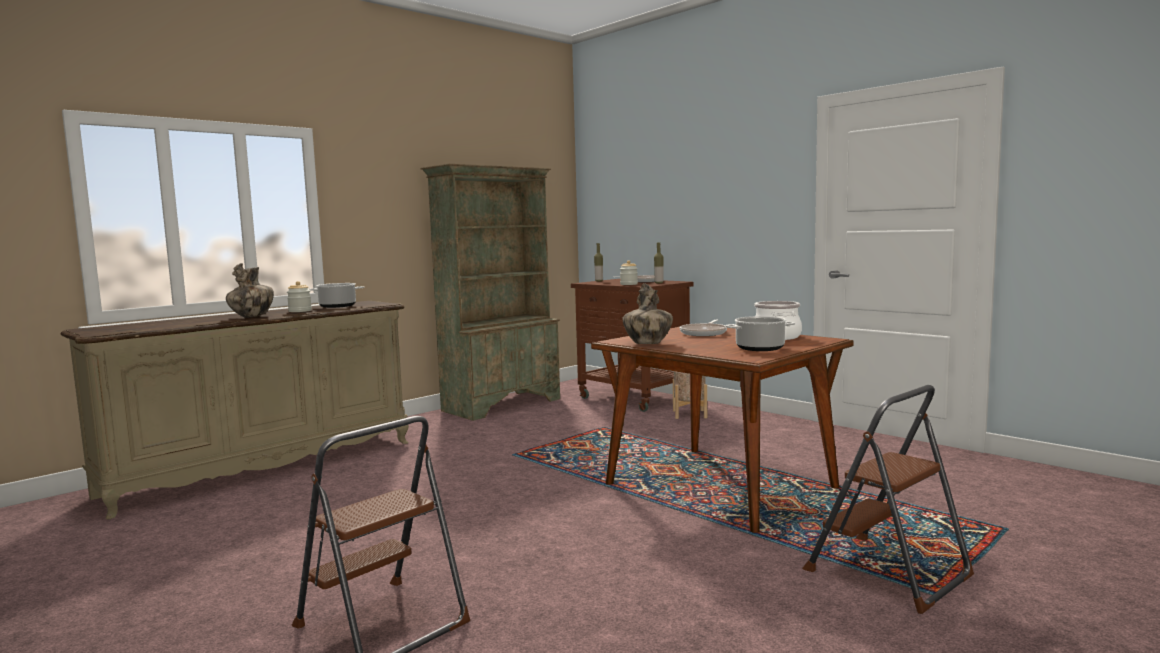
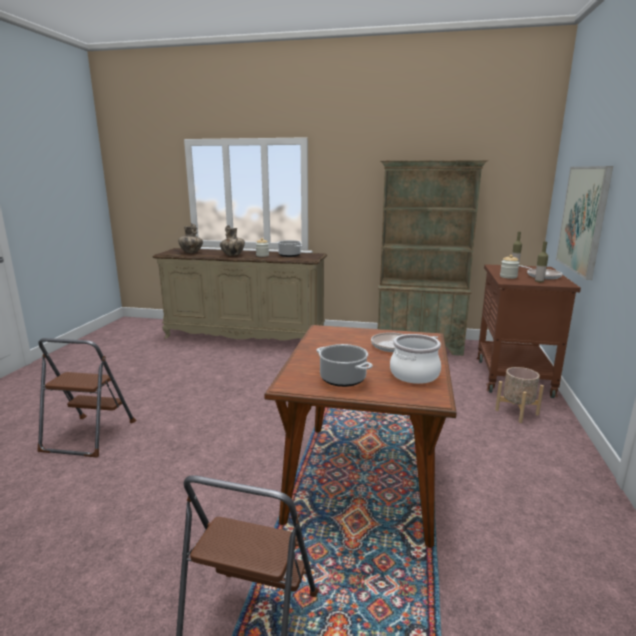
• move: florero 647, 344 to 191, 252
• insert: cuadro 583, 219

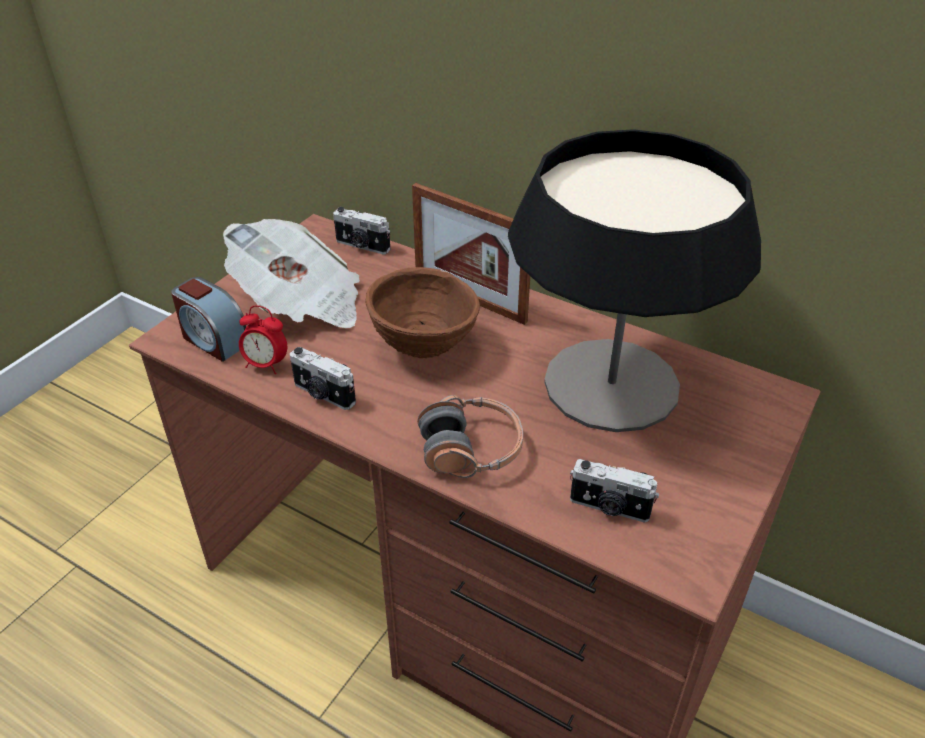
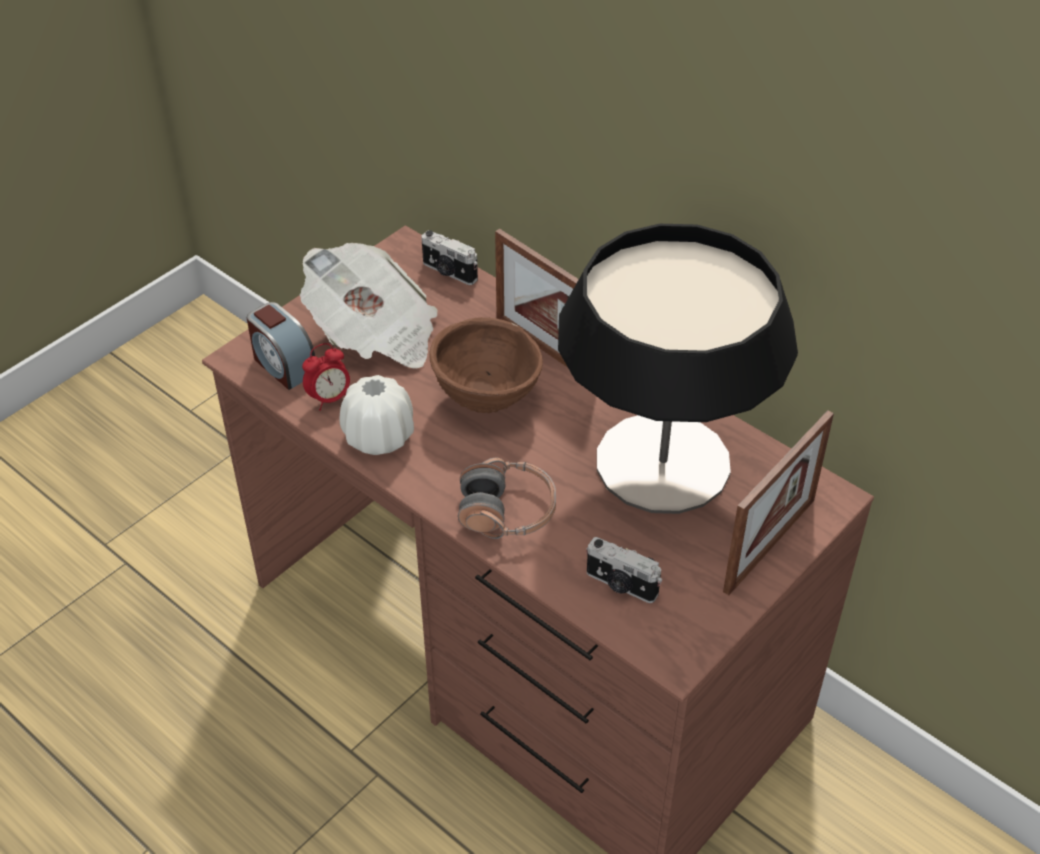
• rotate: despertador 266, 365 = 329, 398 60 degrees counterclockwise
• replace: cámara 323, 394 to florero [blanco] 379, 437
• insert: portarretratos 769, 545

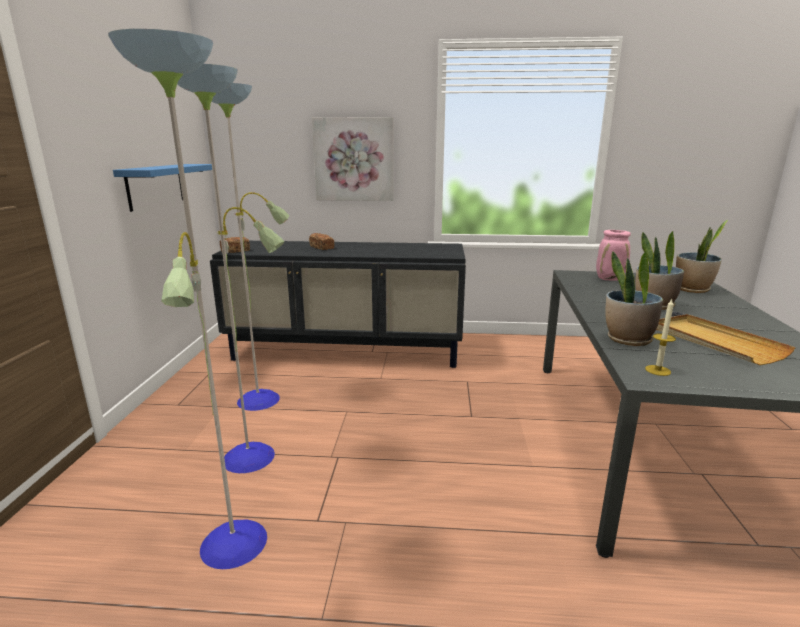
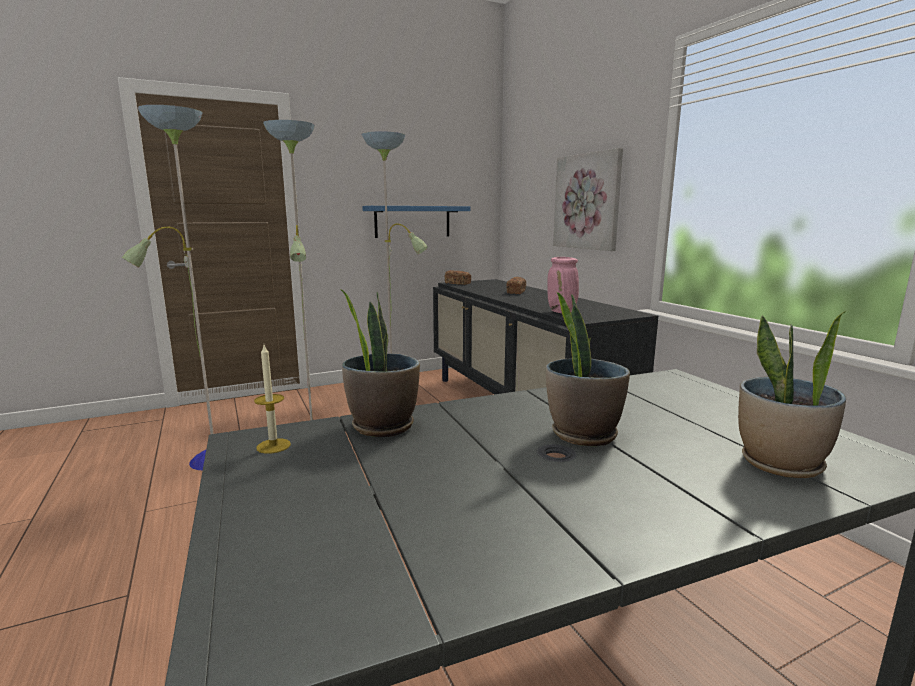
• move: florero [rosa] 610, 279 to 562, 312
• delete: bandeja [beis] 715, 342

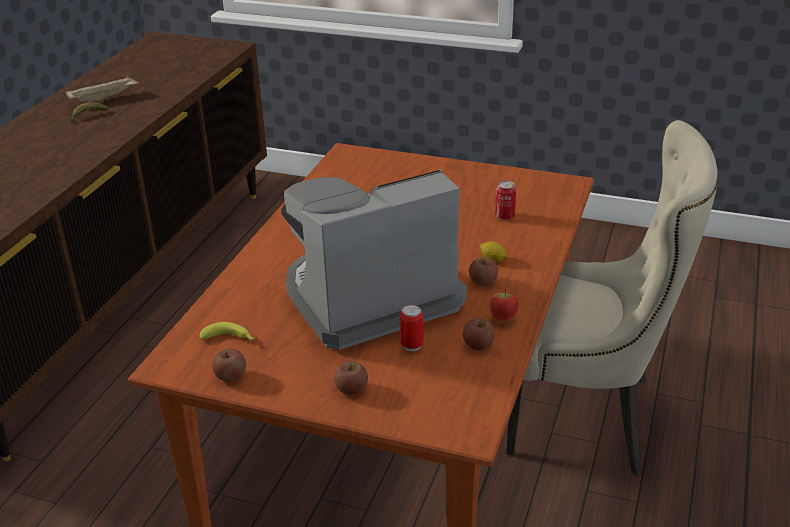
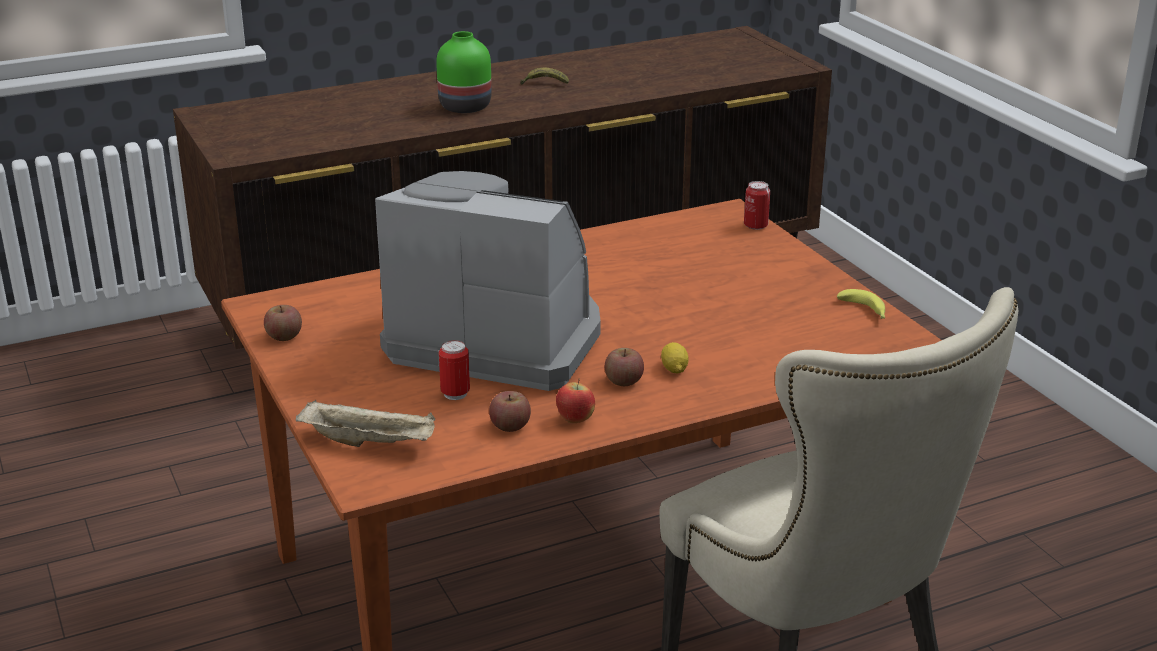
• move: bandeja [beis] 105, 99 to 370, 442
• move: plátano 230, 339 to 865, 311
• delete: manzana 351, 389
• move: lata 504, 216 to 755, 226
• insert: florero [verde] 463, 107

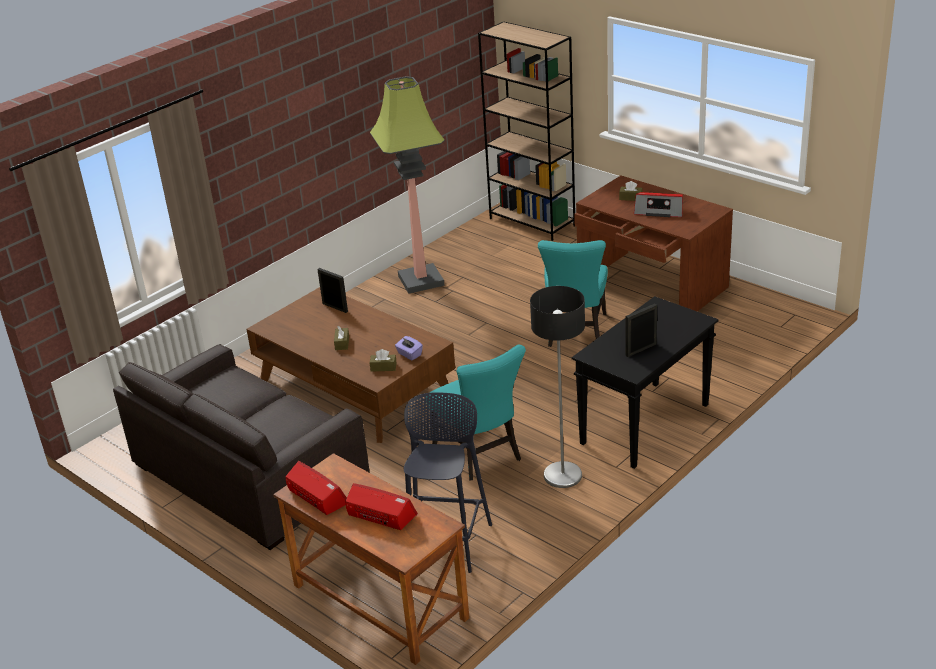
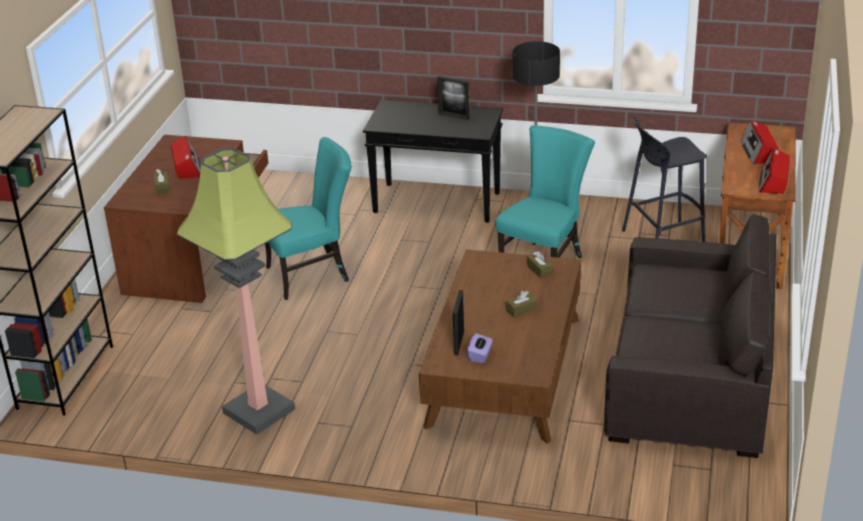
• move: caja de pañuelos [morado] 409, 354 to 480, 356

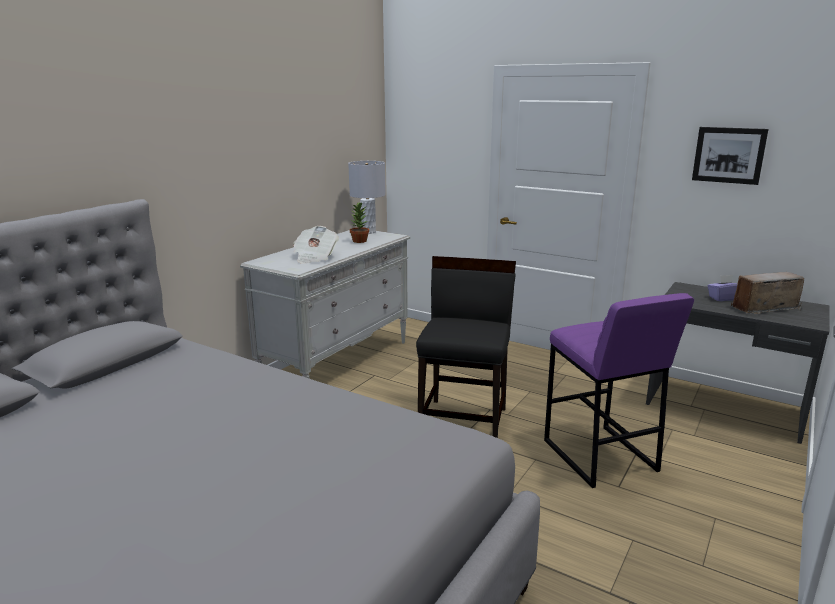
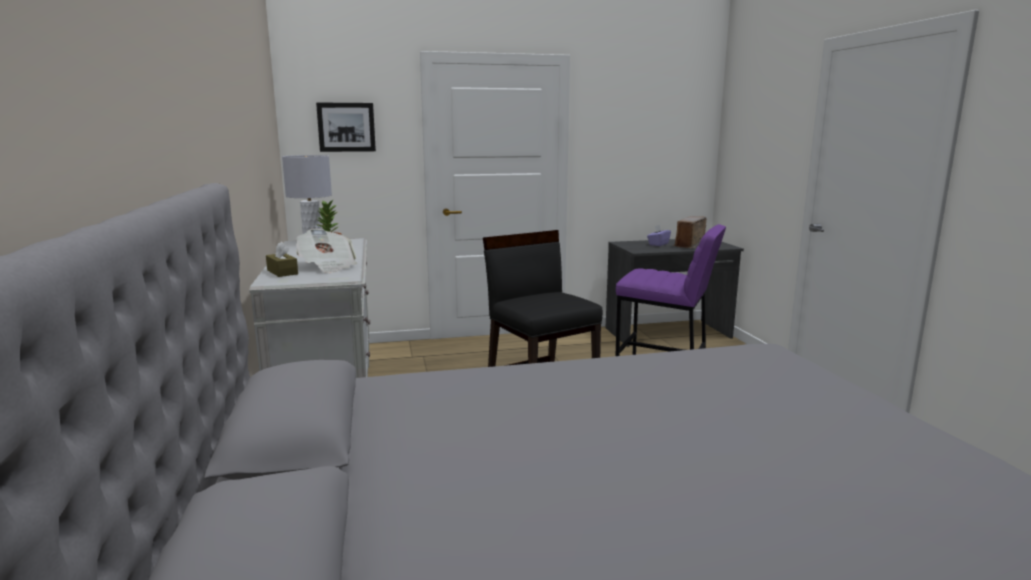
• move: cuadro 729, 155 to 346, 127
• insert: caja de pañuelos [marrón] 282, 272

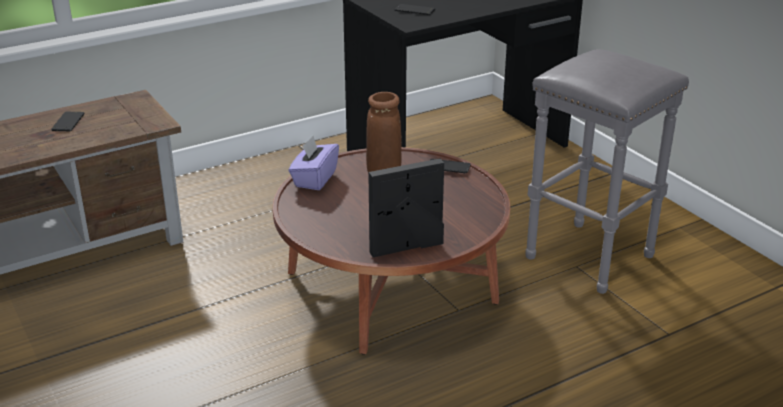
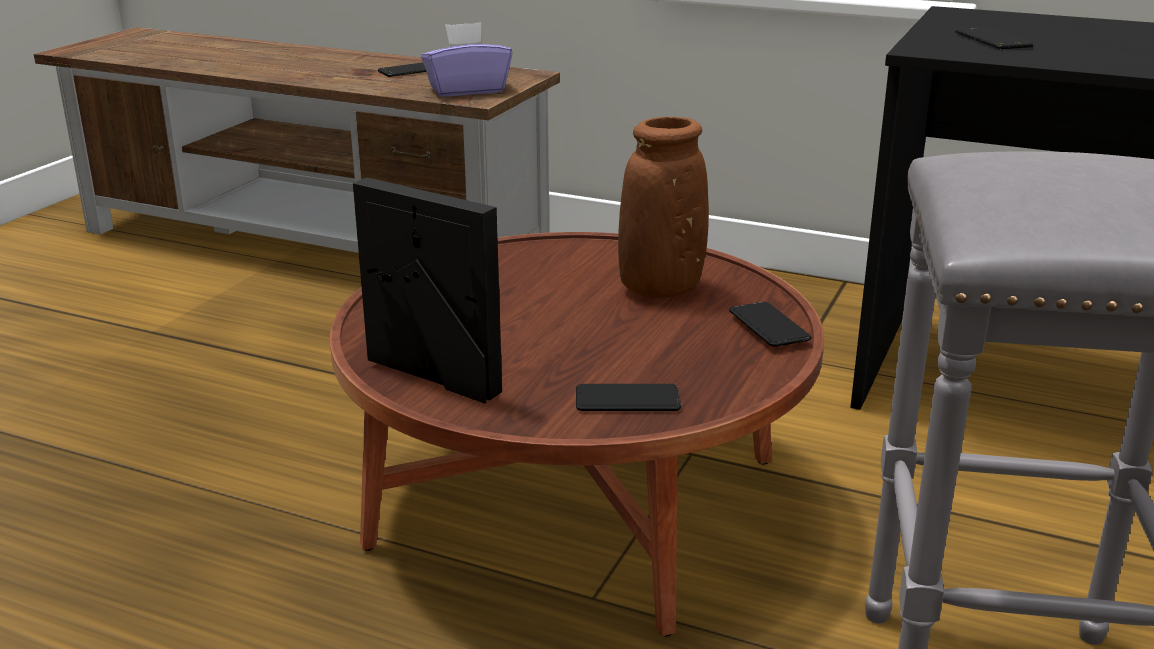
• move: caja de pañuelos [morado] 314, 179 to 467, 90
• insert: móvil 627, 400

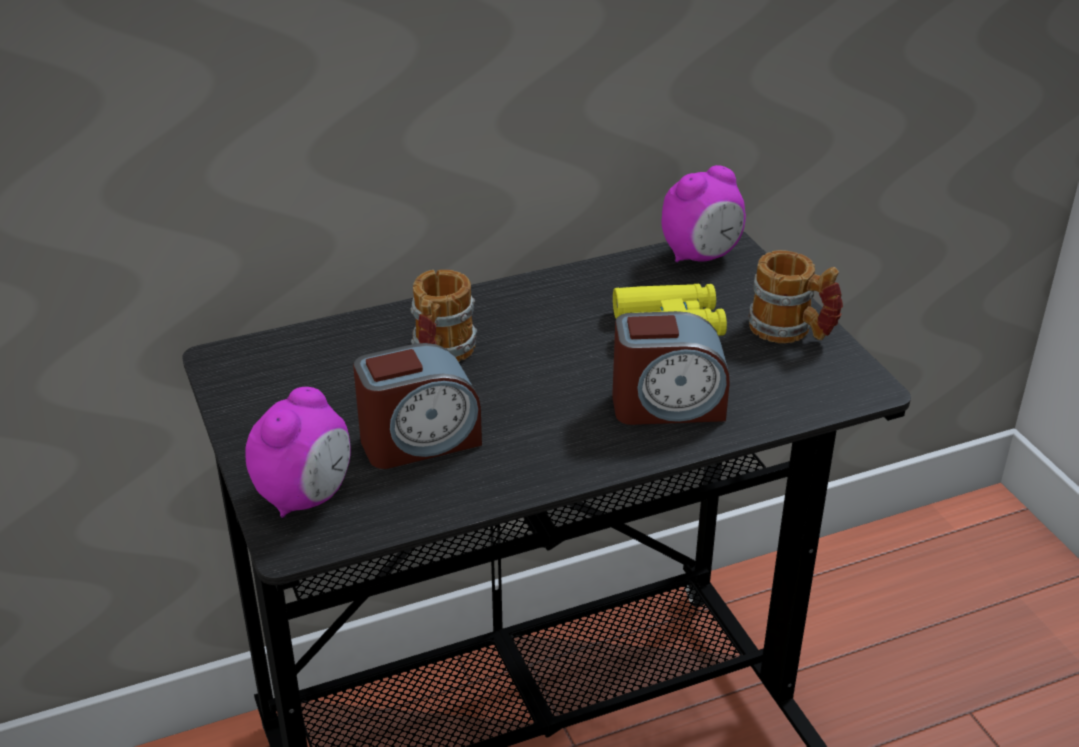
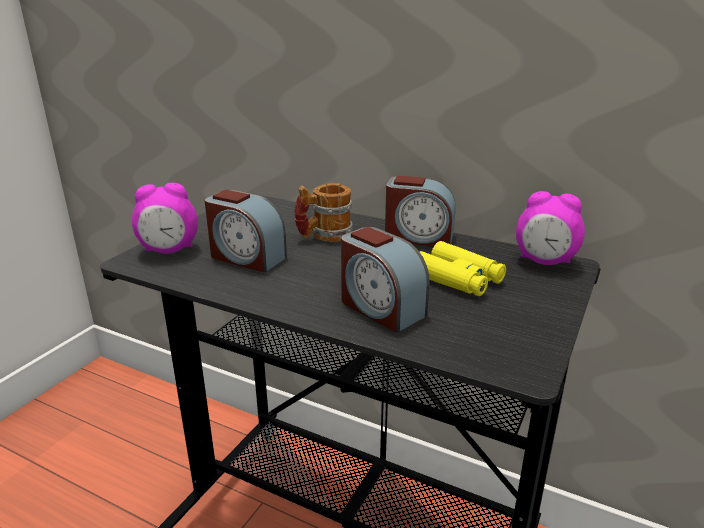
• delete: taza grande 791, 331
• insert: despertador 418, 237

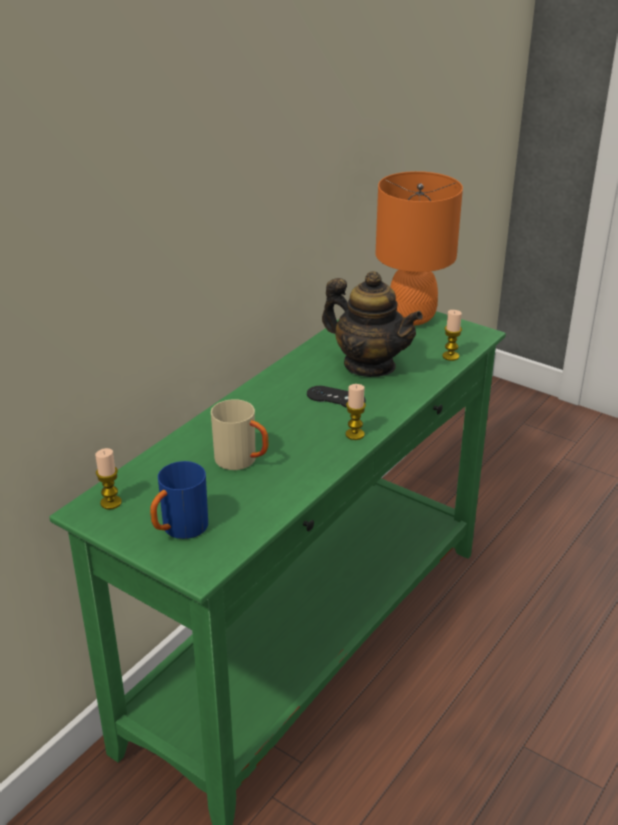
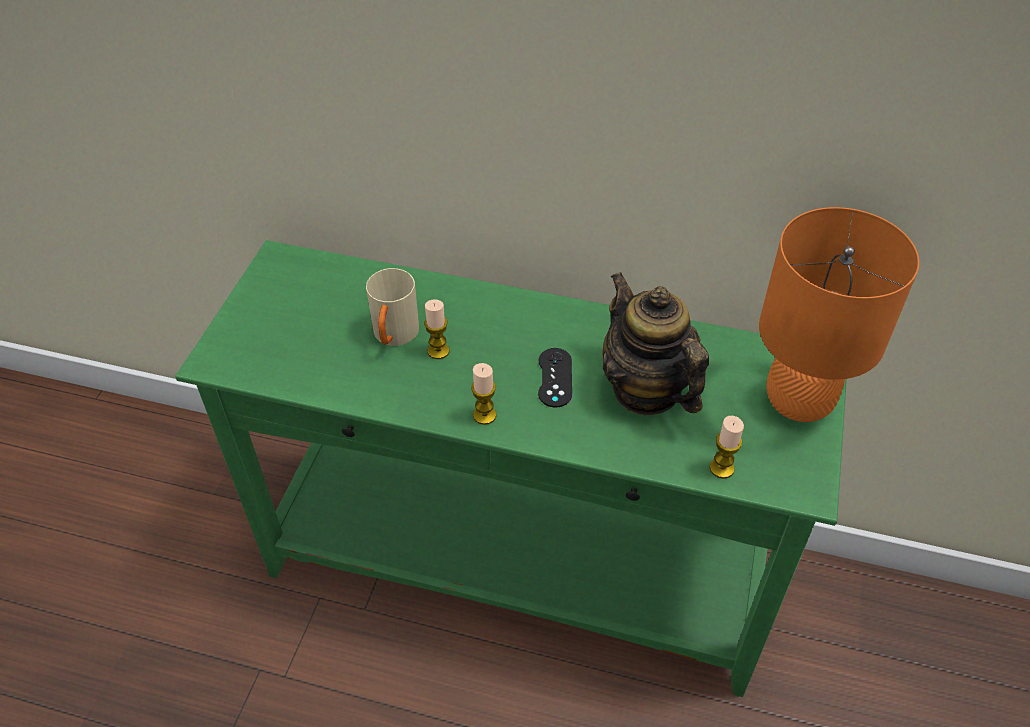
• move: vela 111, 503 to 438, 351
• delete: taza grande [azul] 179, 530
• rotate: tetera 369, 365 = 646, 389 135 degrees clockwise

